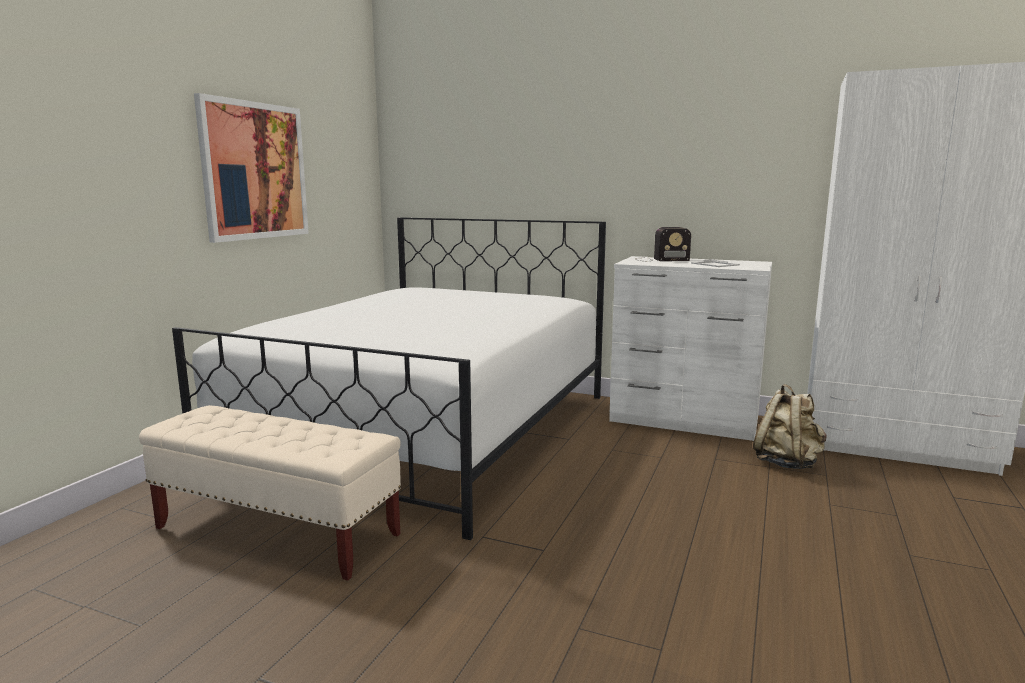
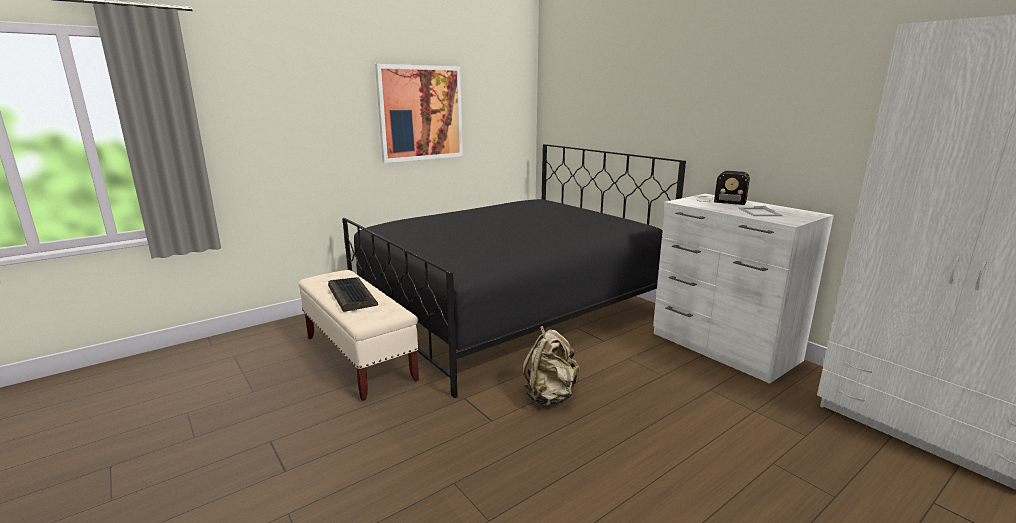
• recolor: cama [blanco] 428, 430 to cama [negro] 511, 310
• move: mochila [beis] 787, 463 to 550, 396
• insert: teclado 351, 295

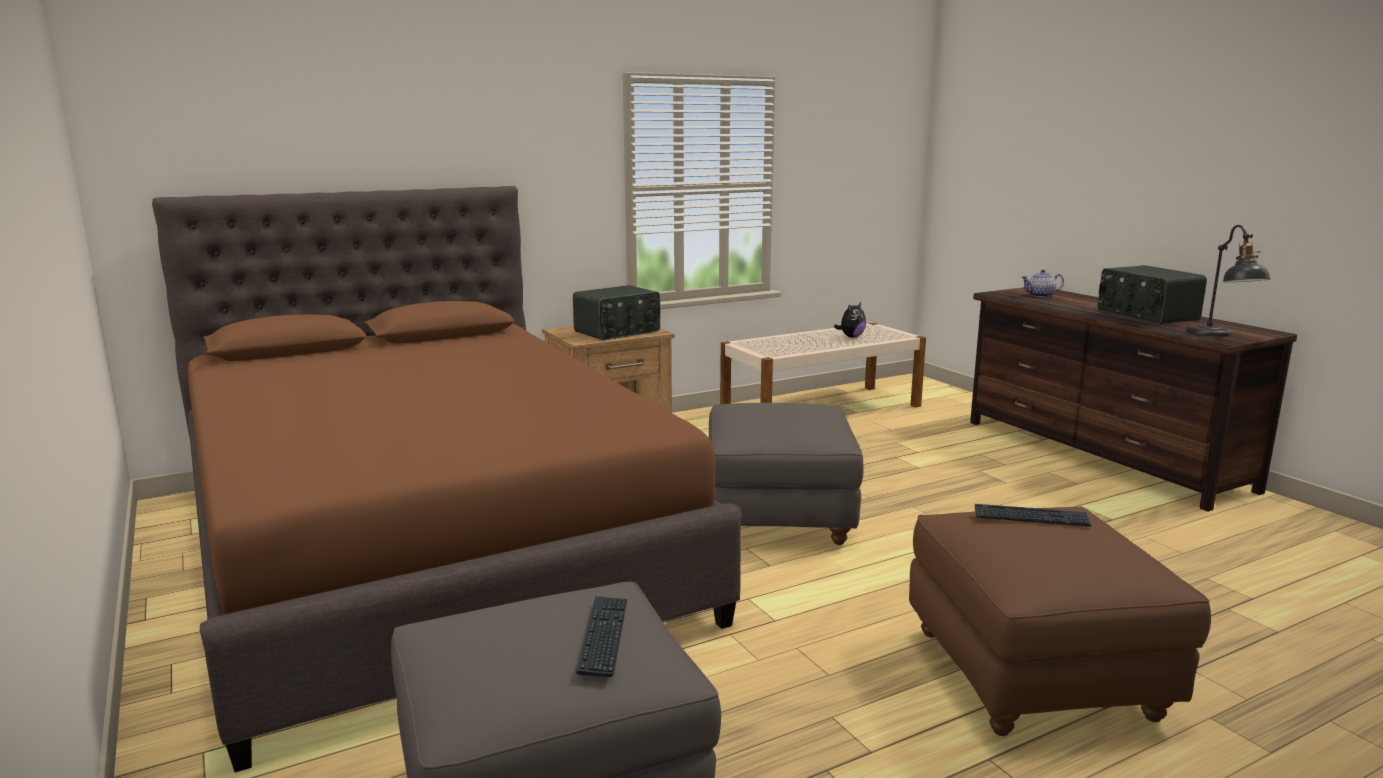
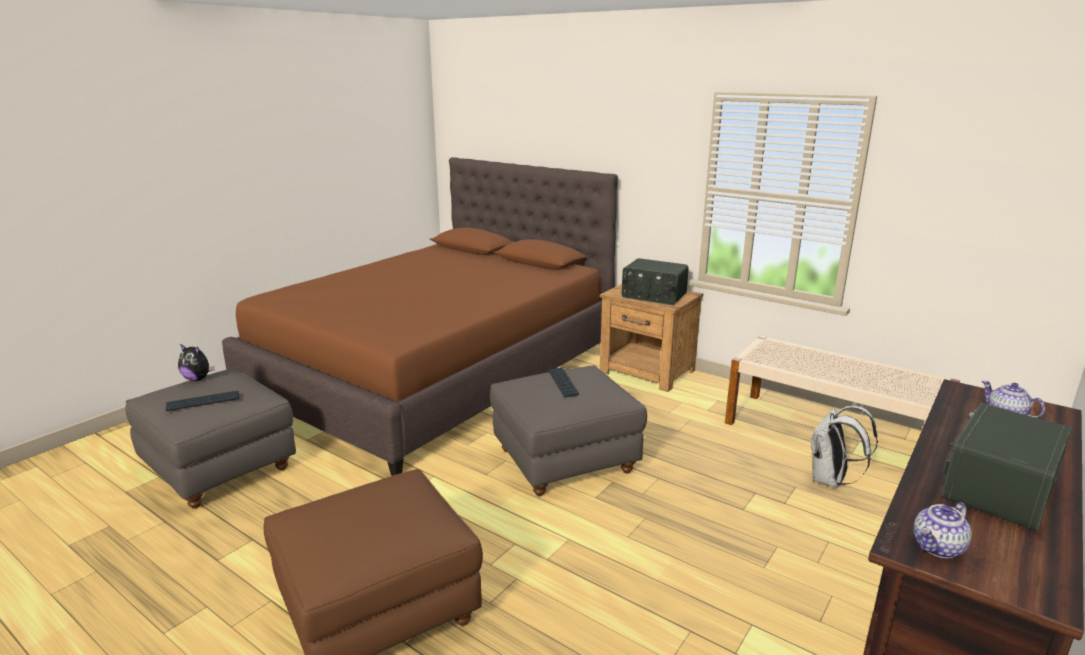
• move: peluche 851, 337 to 198, 379
• move: teclado 1031, 517 to 562, 383
• replace: lámpara de mesa [gris] 1221, 336 to tetera 938, 548
• insert: mochila [blanco] 831, 480

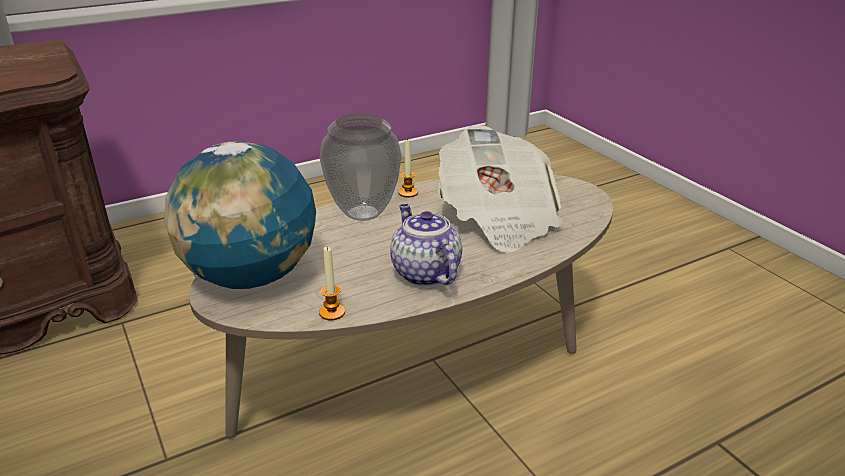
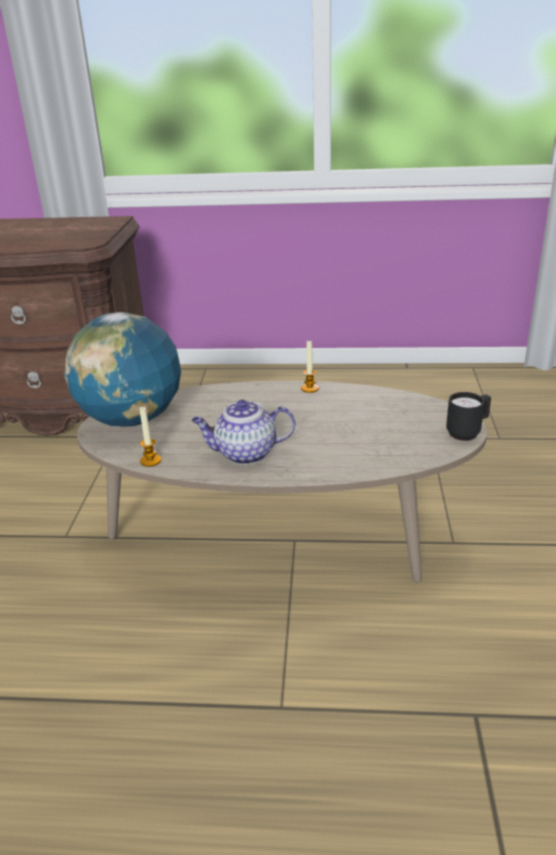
• delete: florero 364, 213
• rotate: tetera 424, 272 = 244, 454 105 degrees counterclockwise
• delete: periódico 498, 218
• insert: taza grande [negro] 467, 432

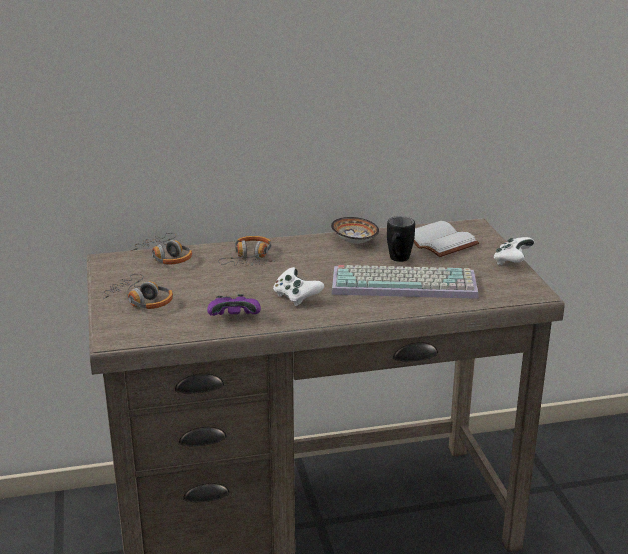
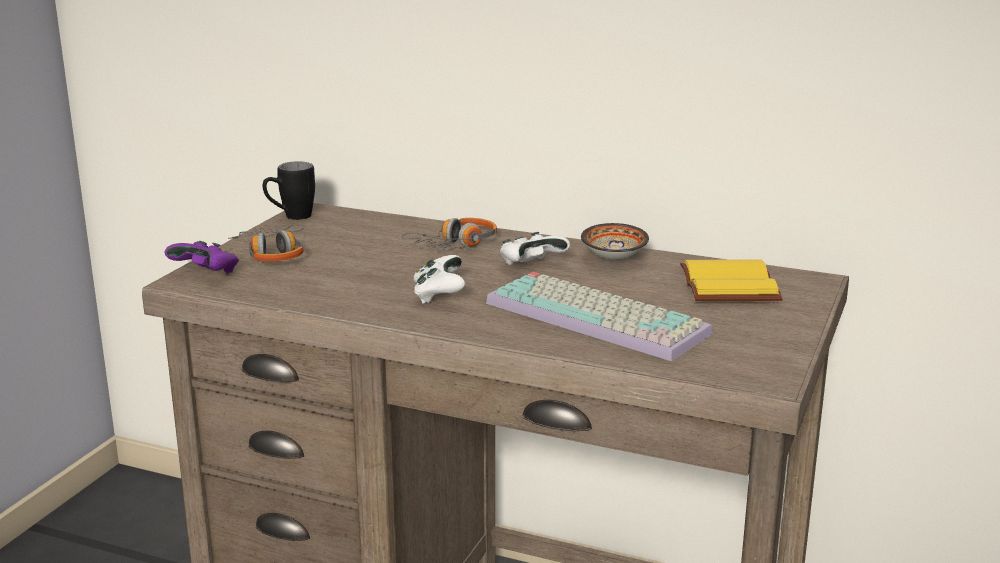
• delete: auriculares 166, 256
• move: mando de consola [morado] 234, 318 to 207, 274
• move: taza grande [negro] 397, 260 to 290, 217
• recolor: libro [blanco] 436, 241 to libro [amarillo] 725, 284
• move: mando de consola [blanco] 512, 261 to 531, 265

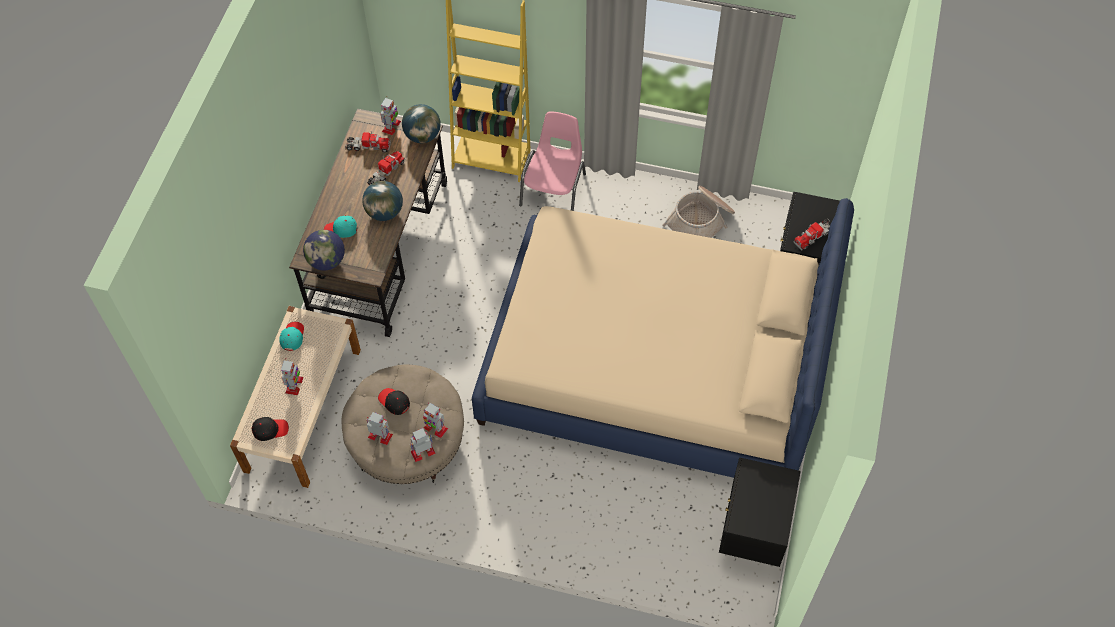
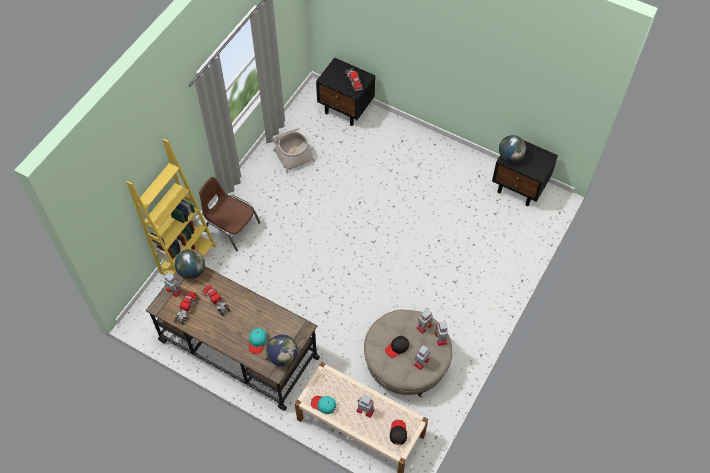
• move: globo terráqueo 384, 212 to 510, 156
• delete: cama [beis] 654, 365
• recolor: silla [rosa] 554, 189 to silla [marrón] 231, 227

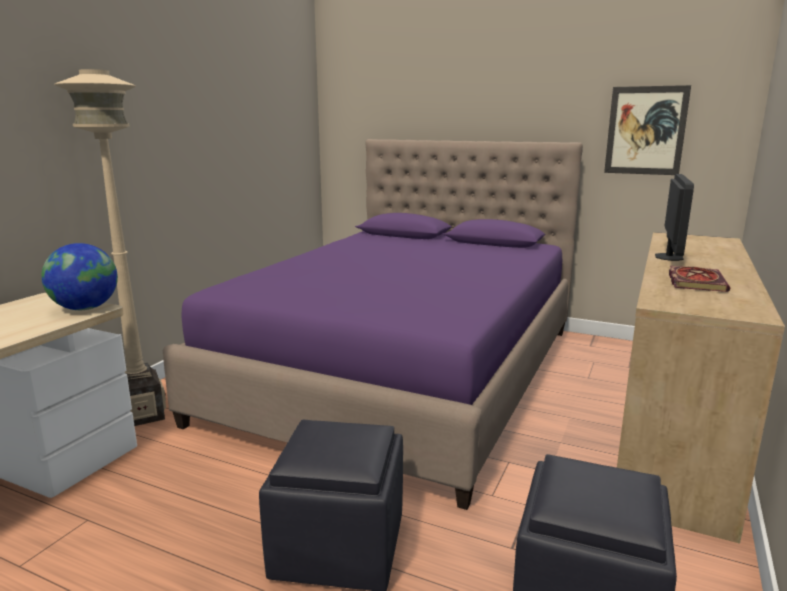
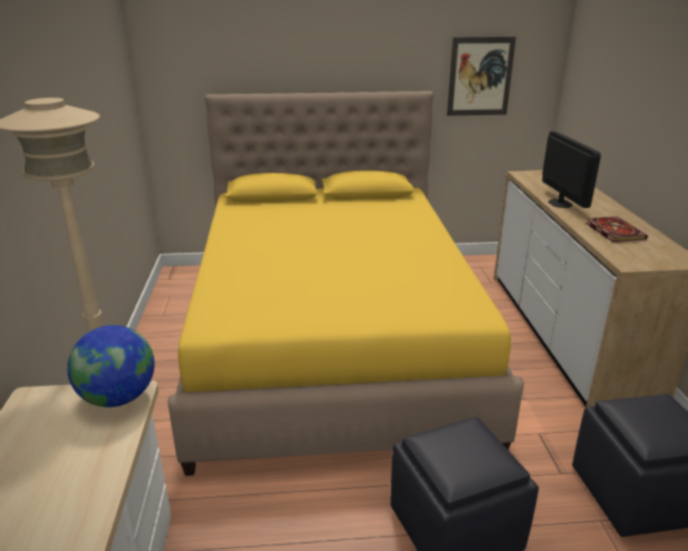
• recolor: cama [morado] 405, 372 to cama [amarillo] 333, 338

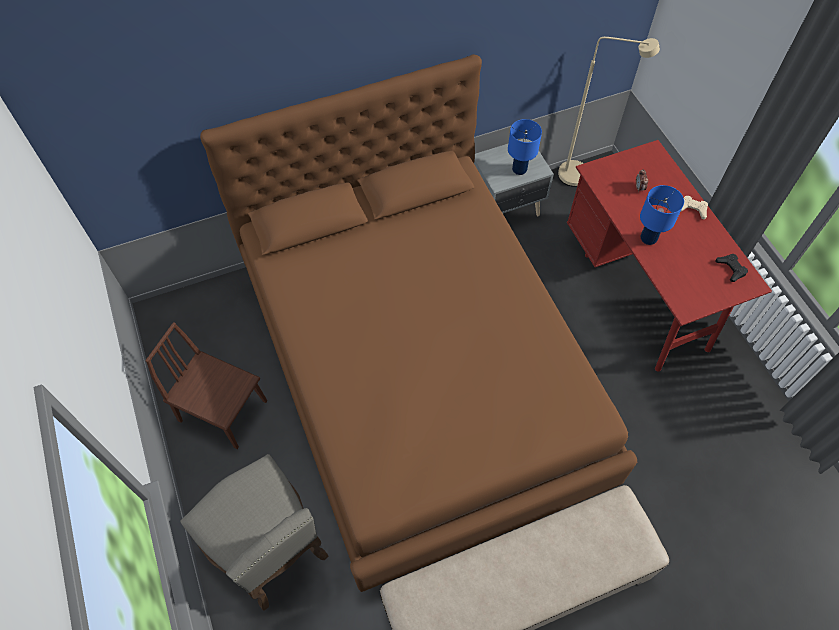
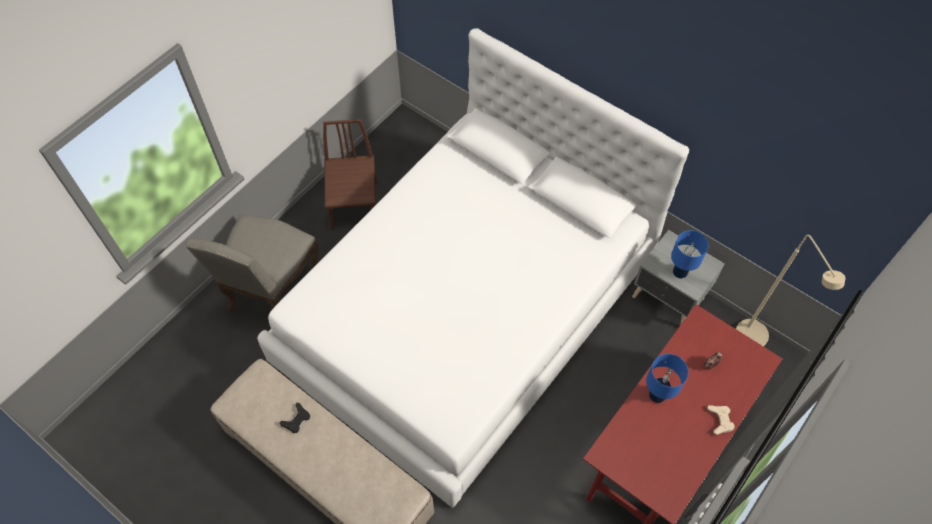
• recolor: cama [marrón] 419, 369 to cama [blanco] 467, 312
• move: mando de consola [negro] 731, 269 to 296, 420

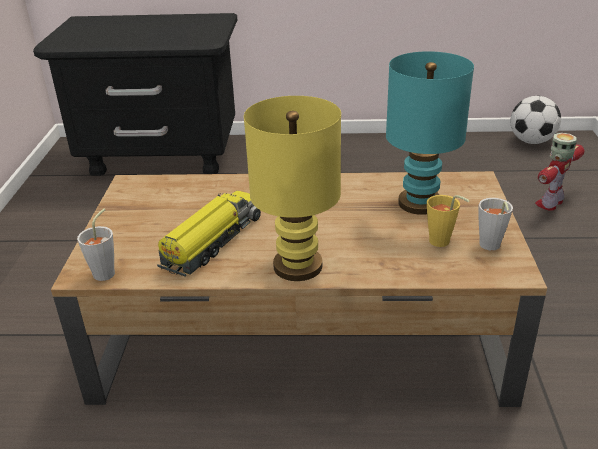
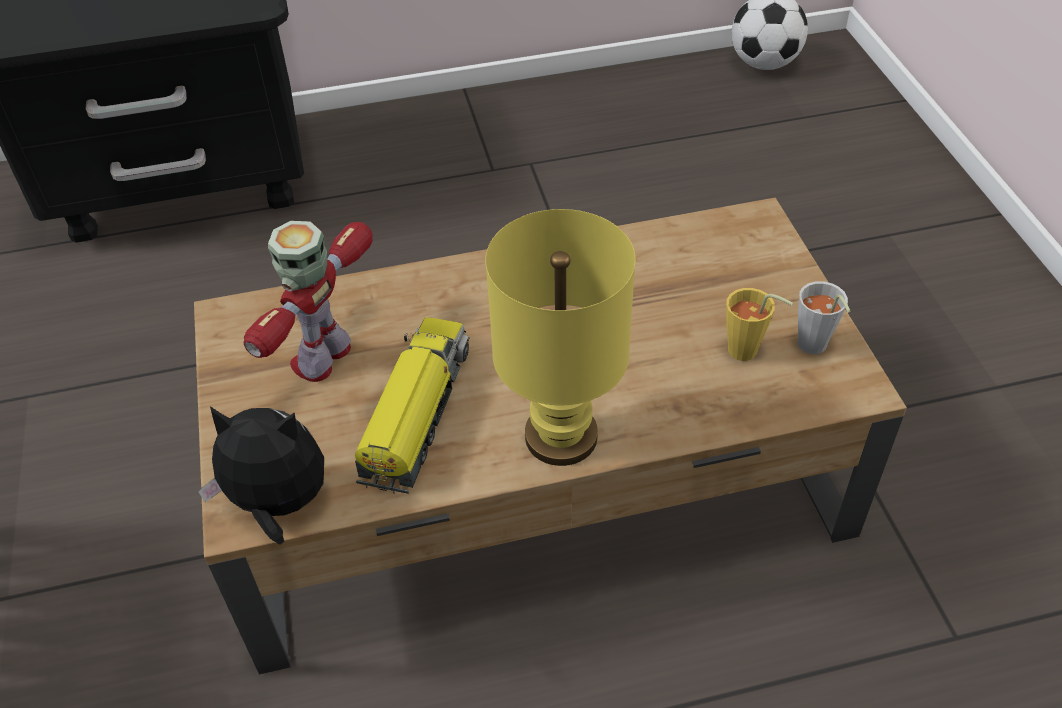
• replace: taza [gris] 107, 271 to peluche 278, 505
• delete: lámpara de mesa [turquesa] 420, 204
• move: robot de juguete 550, 203 to 324, 357

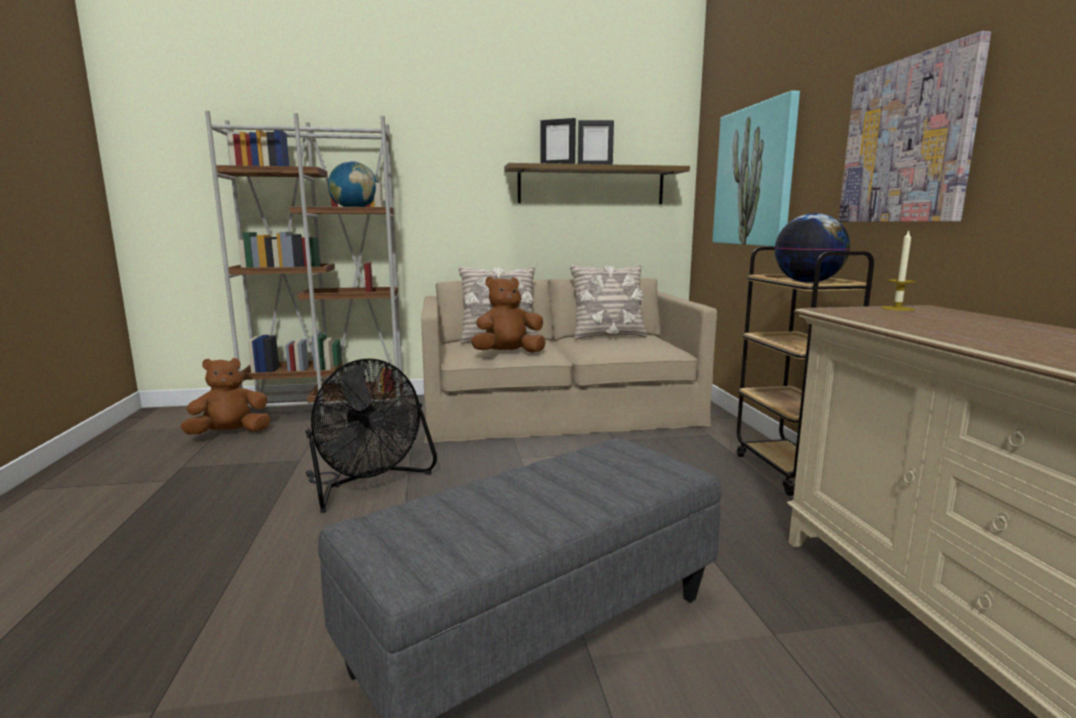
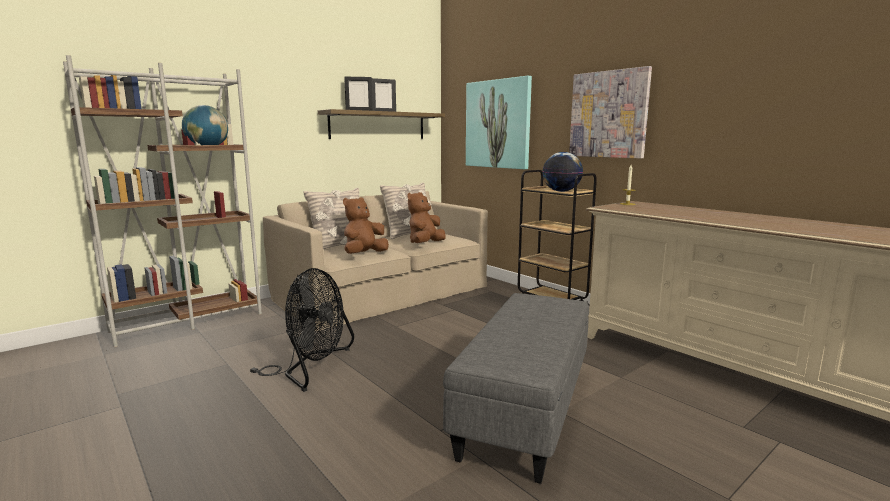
• move: peluche [marrón] 230, 433 to 425, 244

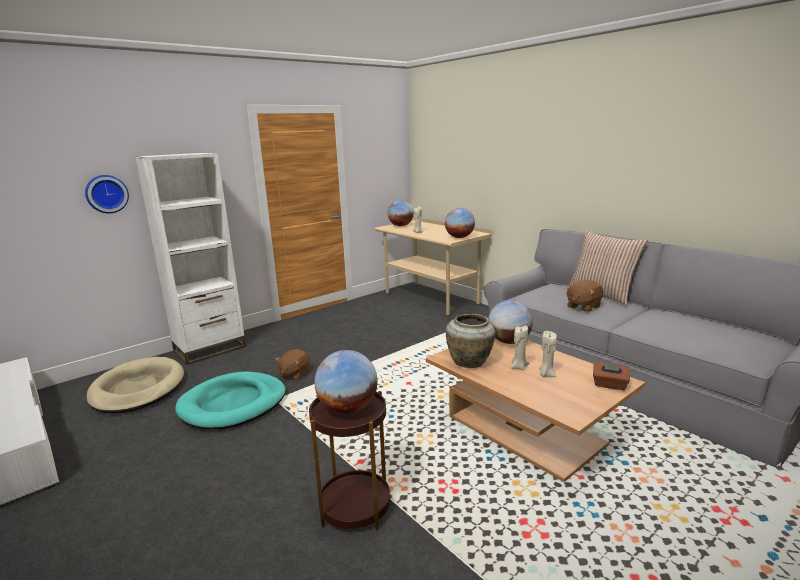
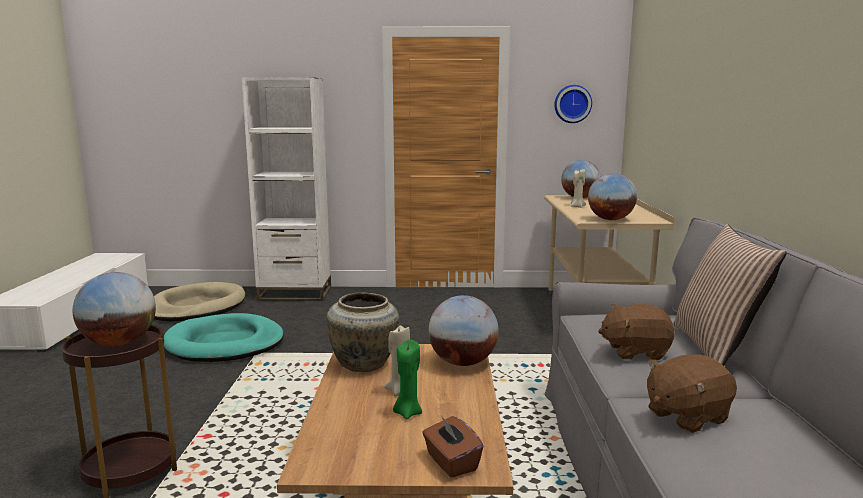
• move: reloj de pared 106, 194 to 572, 104
• move: peluche [marrón] 294, 374 to 686, 416
• recolor: vela [beis] 546, 374 to vela [verde] 407, 413

